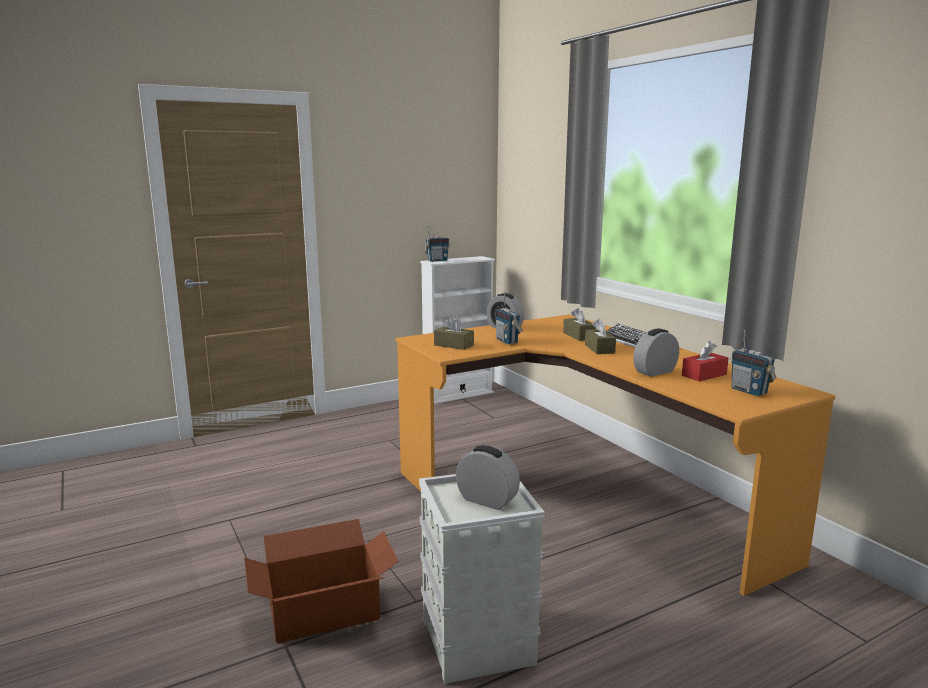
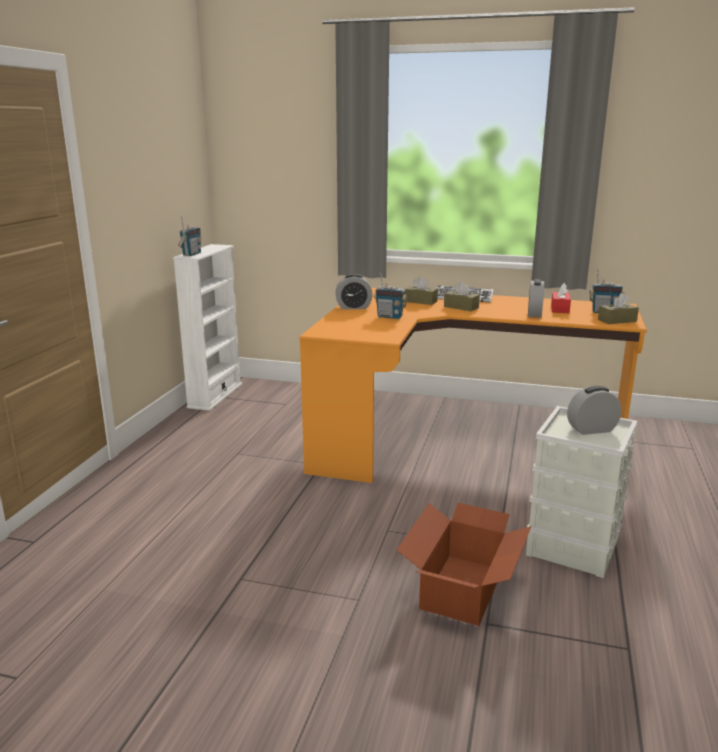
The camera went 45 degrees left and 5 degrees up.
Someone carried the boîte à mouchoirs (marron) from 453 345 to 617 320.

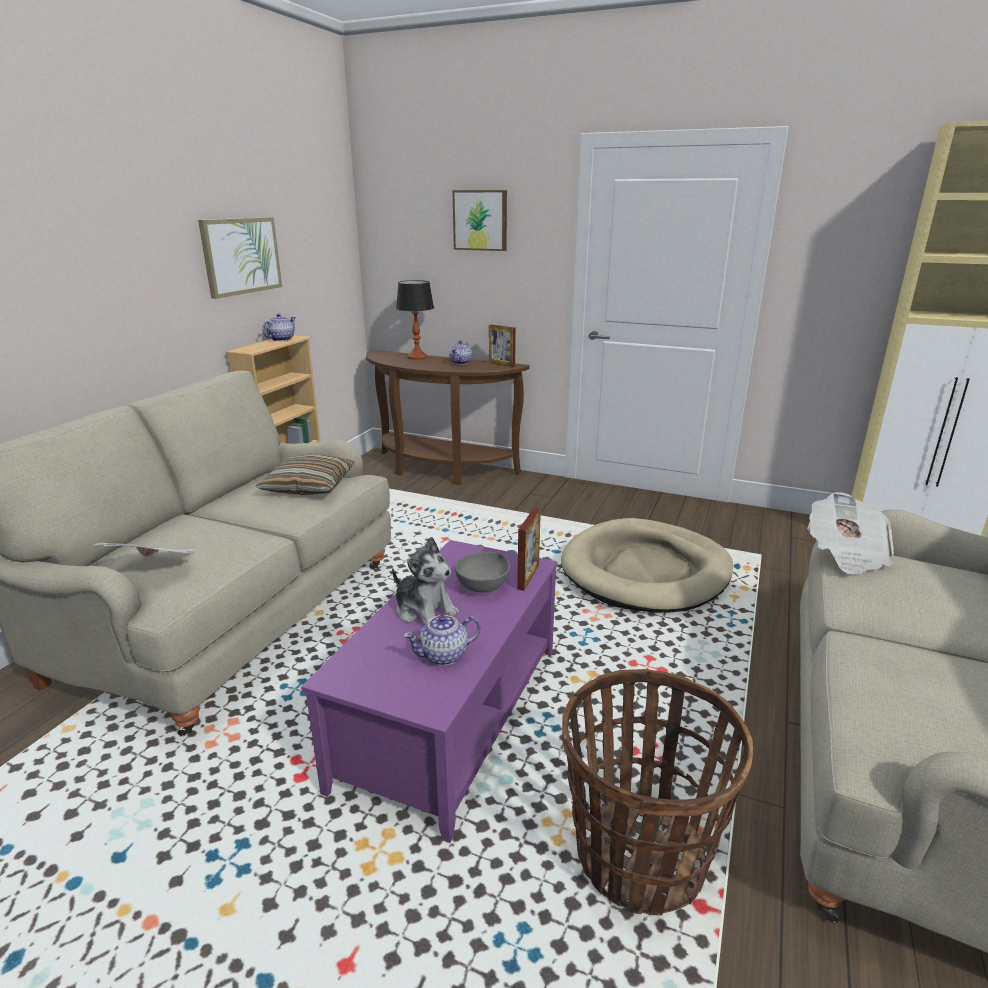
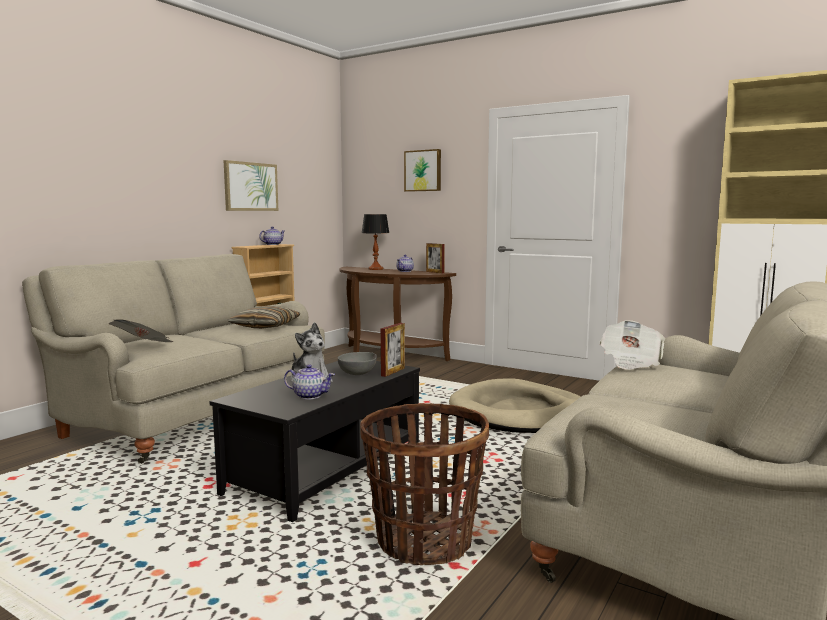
The camera went 10 degrees right and 15 degrees down.
Someone repainted the table basse (violet) at 449 714, which became the table basse (noir) at 325 469.
Someone rotated the théière at 444 655 by 150 degrees counterclockwise.

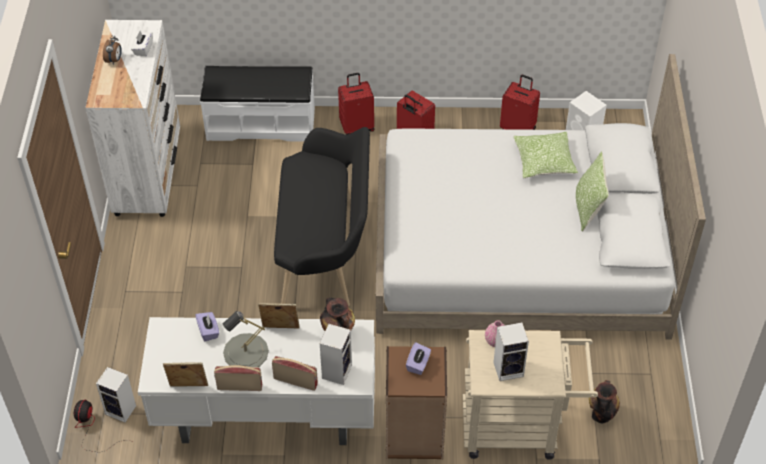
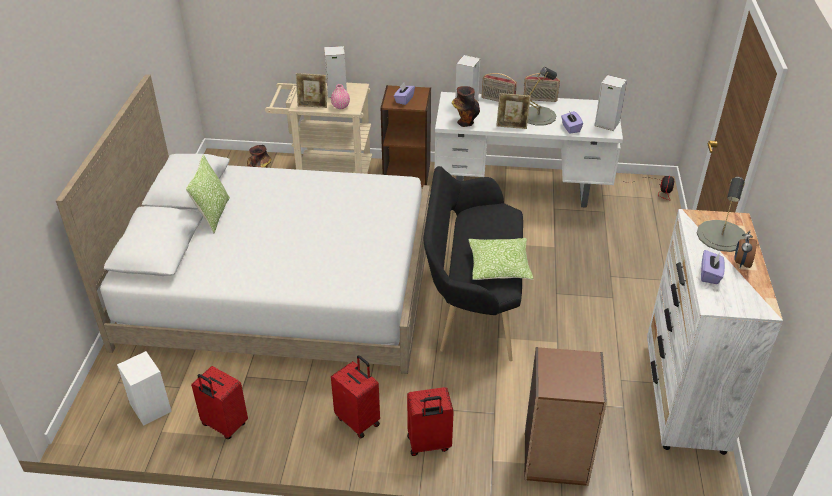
The camera went 175 degrees left and 10 degrees down.
Someone carried the enceinte from 122 410 to 605 124.
Someone repainted the boîte à mouchoirs (blanc) at 143 49, which became the boîte à mouchoirs (violet) at 710 275.
Someone carried the cadre photo from 188 387 to 312 106.
Someone swapped the banc (blanc) at 261 123 for the bibliothèque (marron) at 555 458.
Someone carried the coussin from 544 161 to 499 267.
Someone put down the lampe de table (gris) at 722 236.

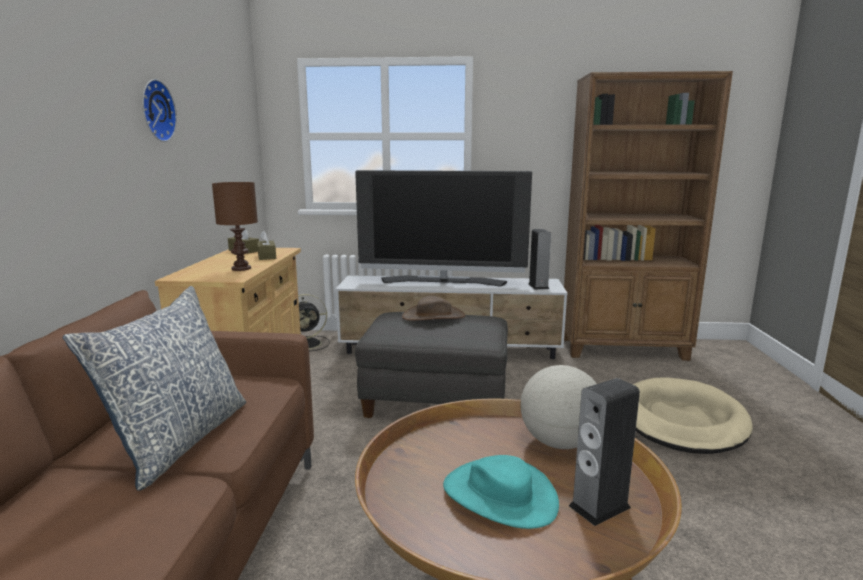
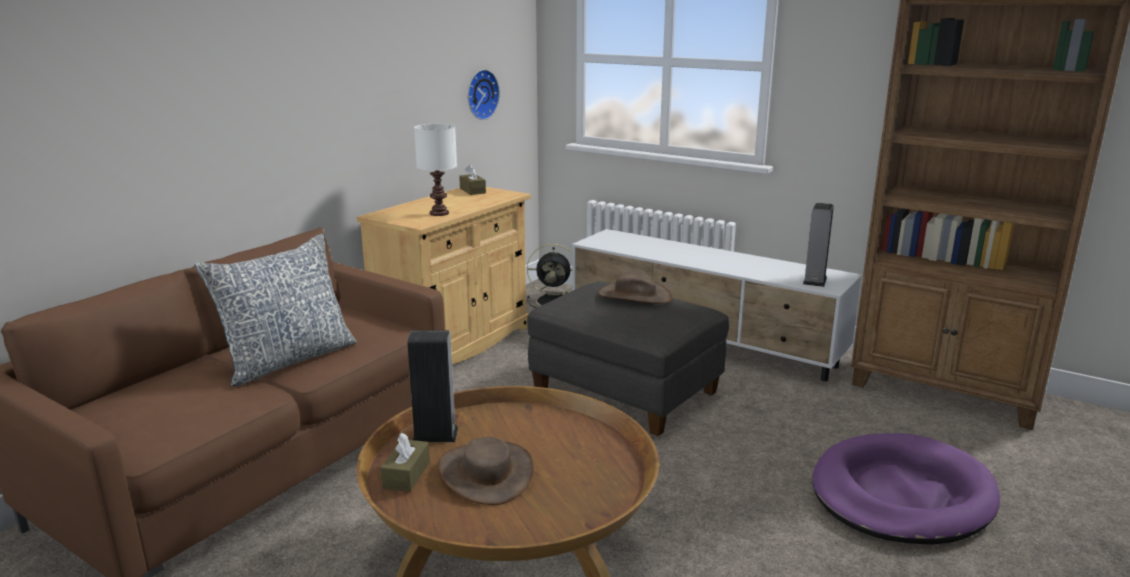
The camera went 30 degrees right and 5 degrees up.
Someone carried the horloge murale from 155 111 to 480 94.
Someone repainted the lampe de table (marron) at 242 268, which became the lampe de table (blanc) at 440 213.
Someone carried the boîte à mouchoirs (marron) from 267 256 to 406 475.
Someone took away the téléviseur at 443 281.
Someone repainted the chapeau (turquoise) at 499 495, which became the chapeau (marron) at 486 473.
Someone took away the globe at 559 443.
Someone carried the enceinte from 599 507 to 435 434.
Someone repainted the panier pour chien (beige) at 681 420, which became the panier pour chien (violet) at 900 495.

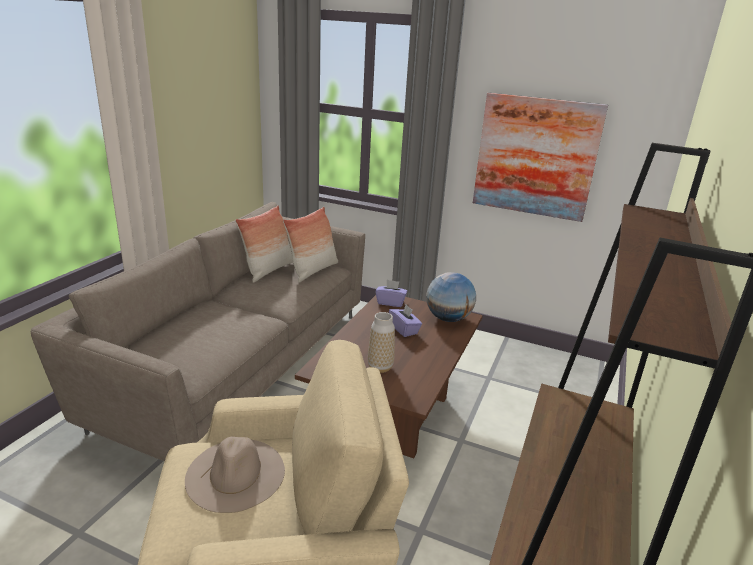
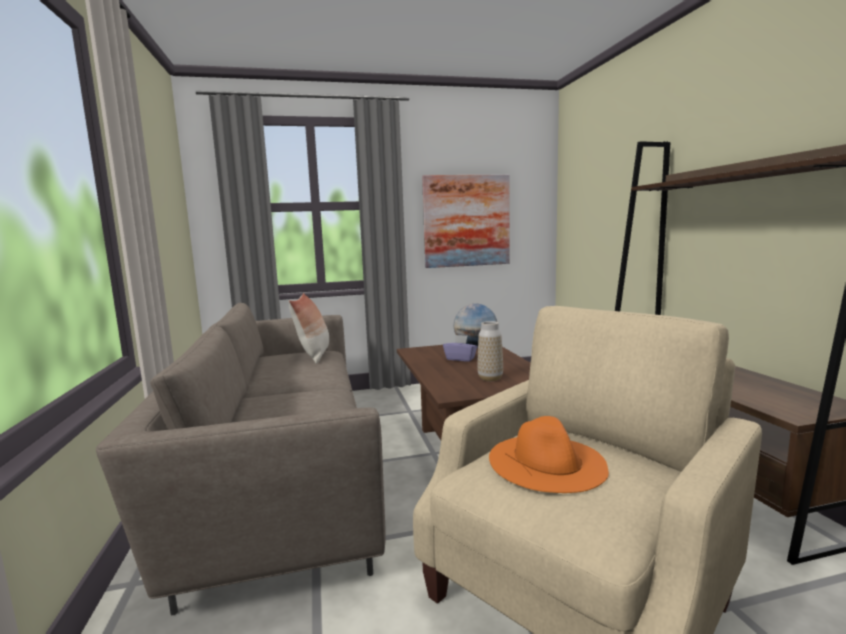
The camera went 35 degrees left and 15 degrees down.
Someone repainted the chapeau (beige) at 236 473, which became the chapeau (orange) at 547 461.
Someone took away the coussin at 268 270.
Someone took away the boîte à mouchoirs (violet) at 390 302.

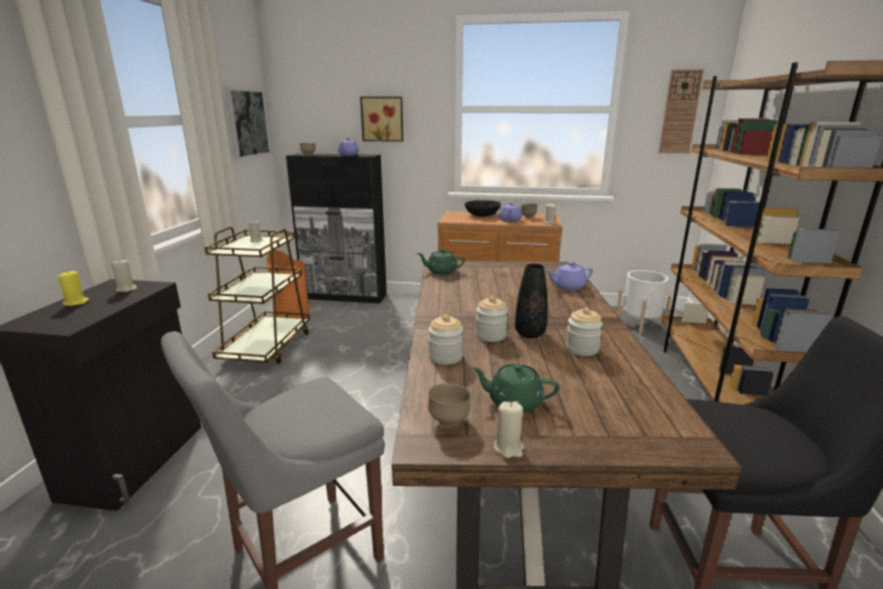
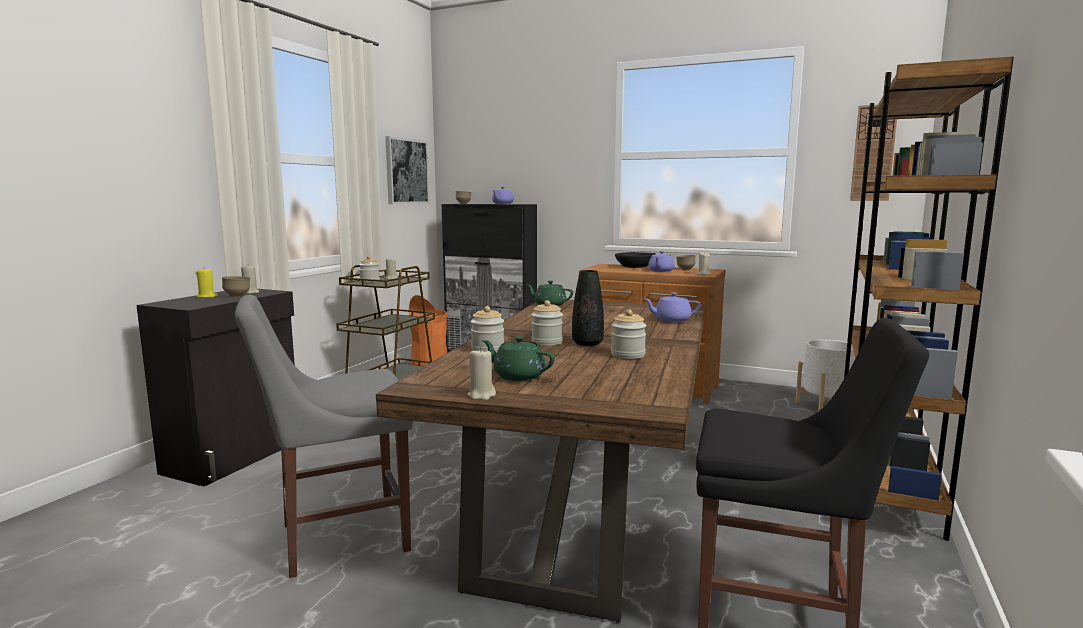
The camera went 15 degrees right and 10 degrees down.
Someone took away the tableau at 382 119.
Someone carried the bol (marron) from 449 421 to 237 296.
Someone put down the bocal at 369 281.

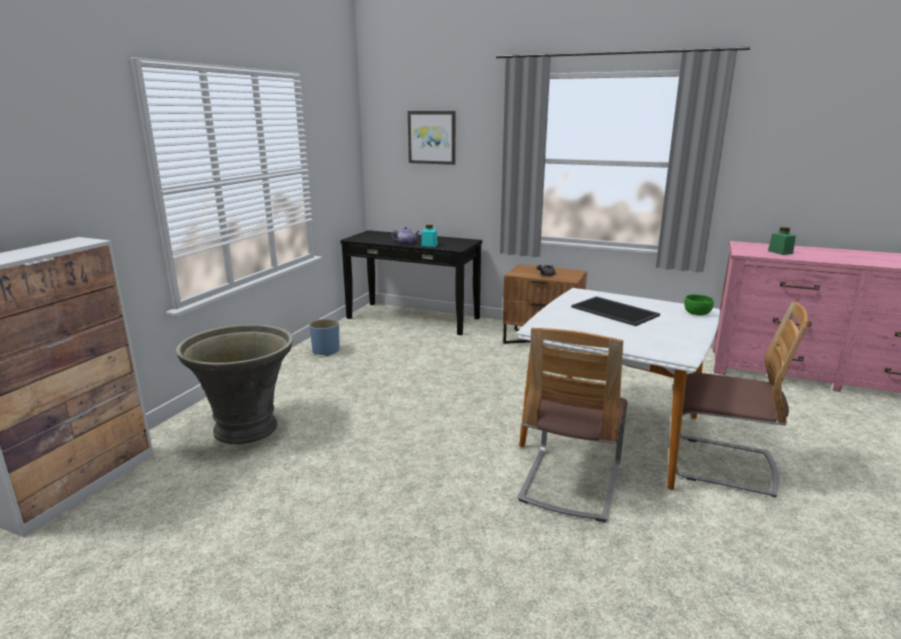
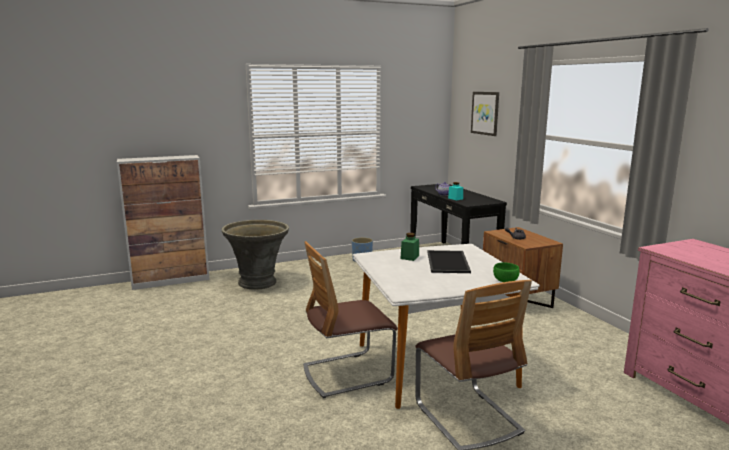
The camera went 45 degrees right and 5 degrees down.
Someone carried the bocal (vert) from 780 252 to 409 257.

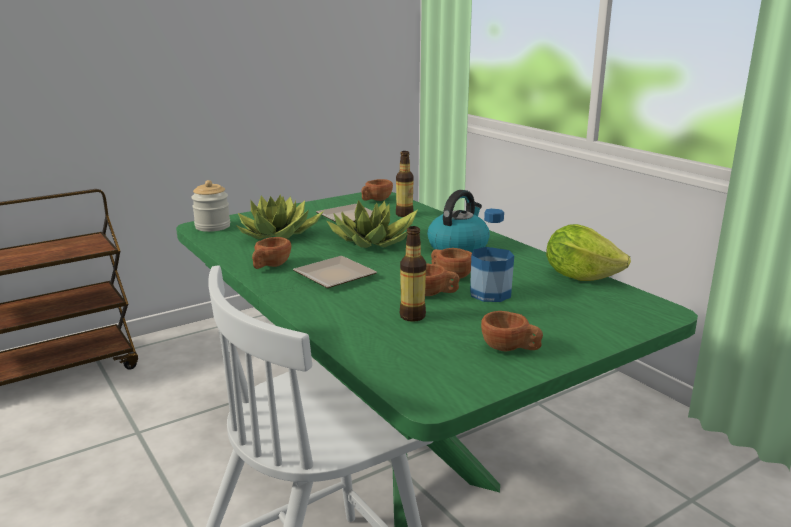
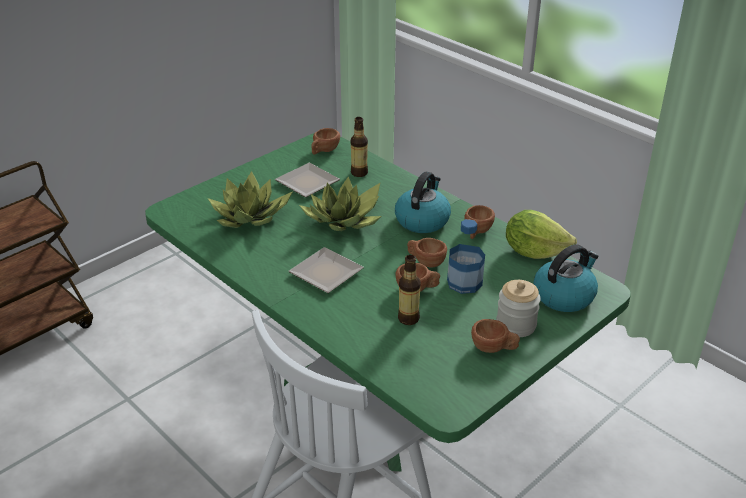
The camera went 10 degrees left and 15 degrees up.
Someone carried the bocal from 212 226 to 516 325.
Someone carried the tasse (marron) from 270 266 to 477 232.
Someone put down the bouilloire at 564 295.

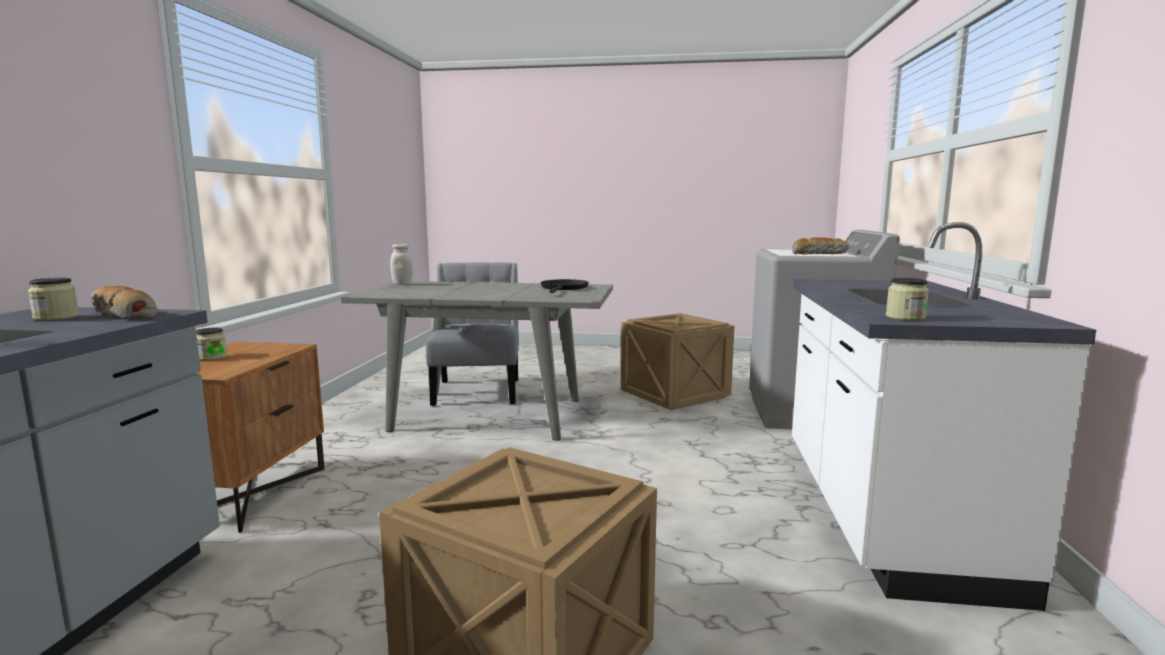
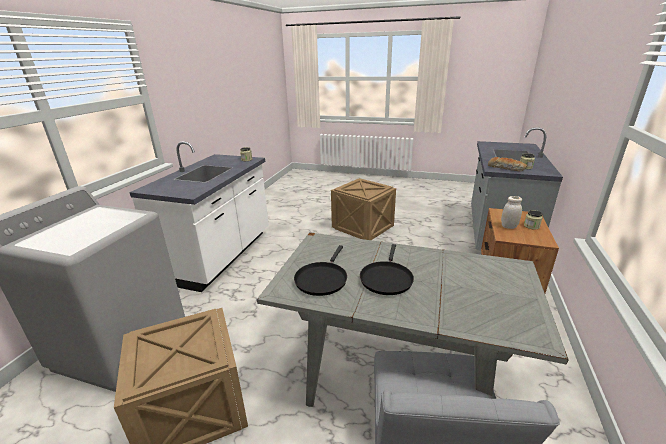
The camera went 170 degrees left and 15 degrees up.
Someone carried the bocal (blanc) from 402 284 to 509 226.
Someone took away the pain at 819 254.
Someone put down the poêle (noir) at 386 278.

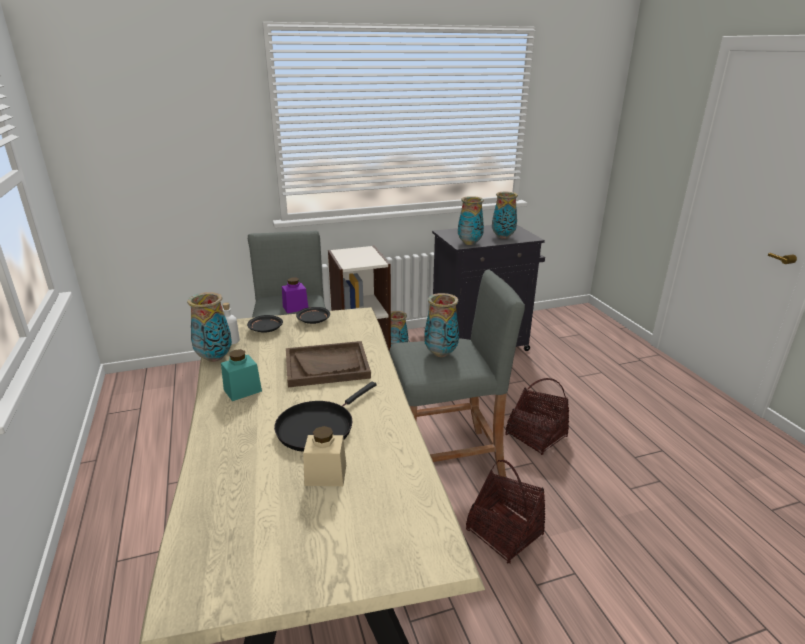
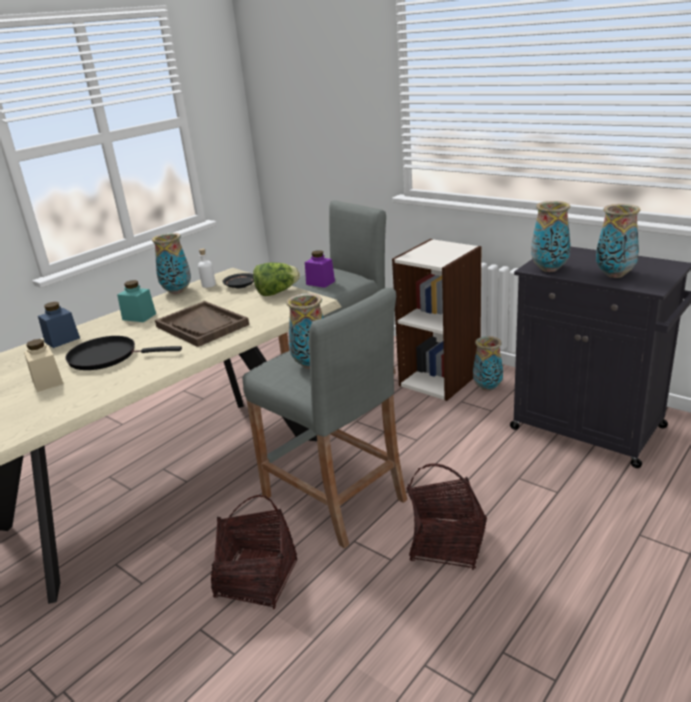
The camera went 60 degrees right and 0 degrees up.
Someone swapped the assiette (noir) at 313 320 for the laitue at 277 292.
Someone put down the bocal (bleu) at 62 340.

